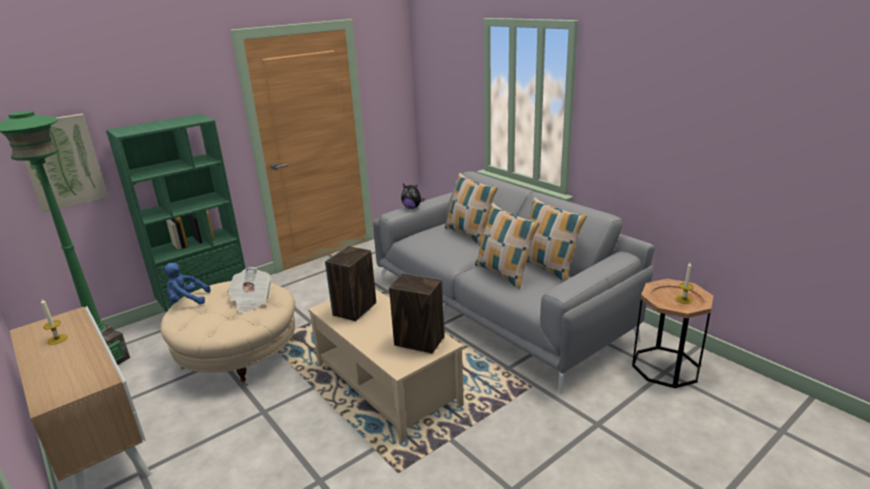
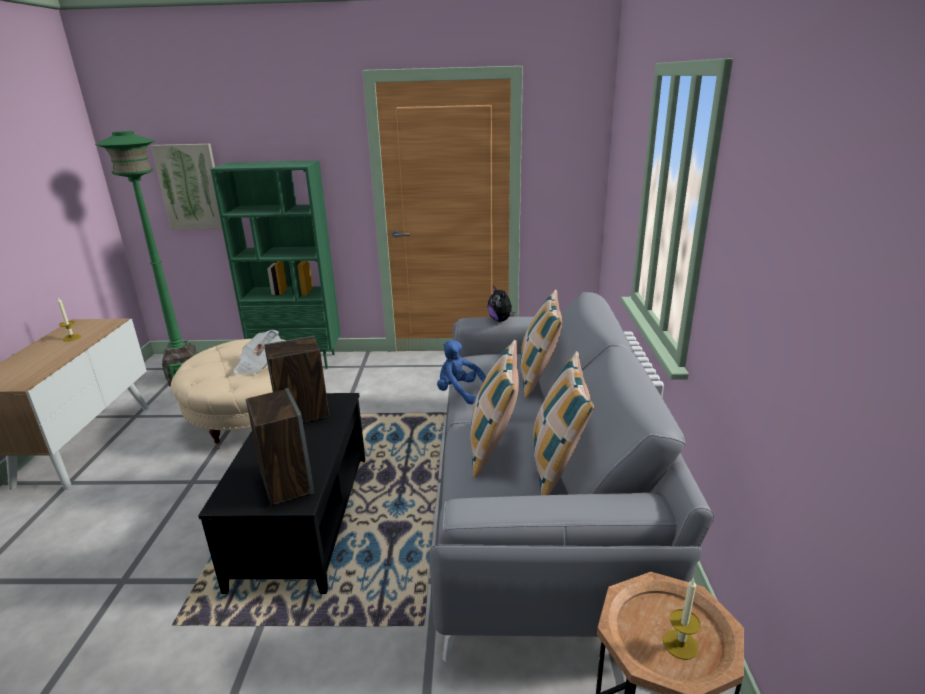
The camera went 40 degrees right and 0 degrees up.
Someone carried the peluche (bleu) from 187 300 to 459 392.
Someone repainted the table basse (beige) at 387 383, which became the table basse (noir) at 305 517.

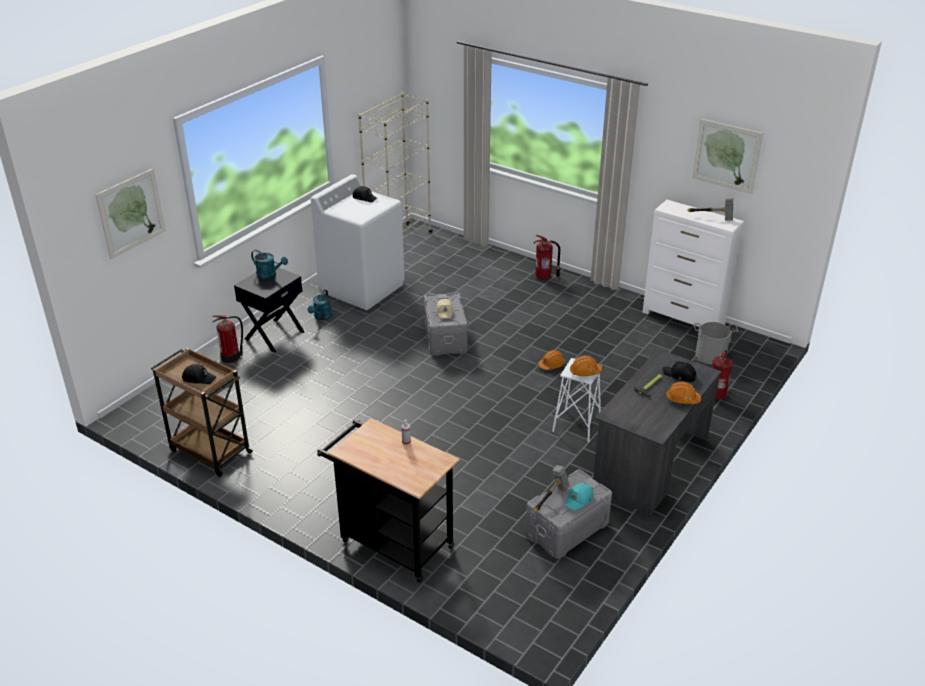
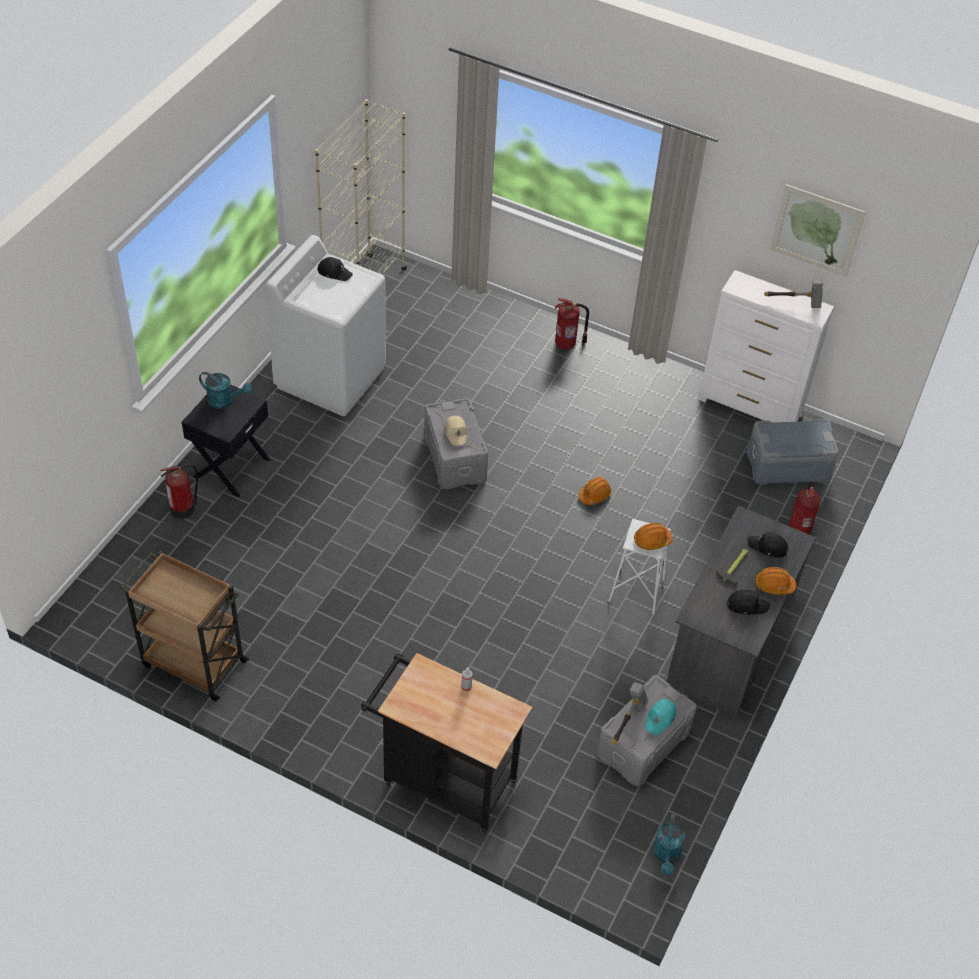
The camera went 10 degrees left and 15 degrees up.
Someone took away the tableau at 131 213.
Someone carried the casquette (noir) from 199 378 to 746 605.
Someone carried the arrosoir (turquoise) from 321 317 to 666 855.
Someone swapped the seau (gris) at 710 355 for the boîte de rangement (gris) at 788 467.

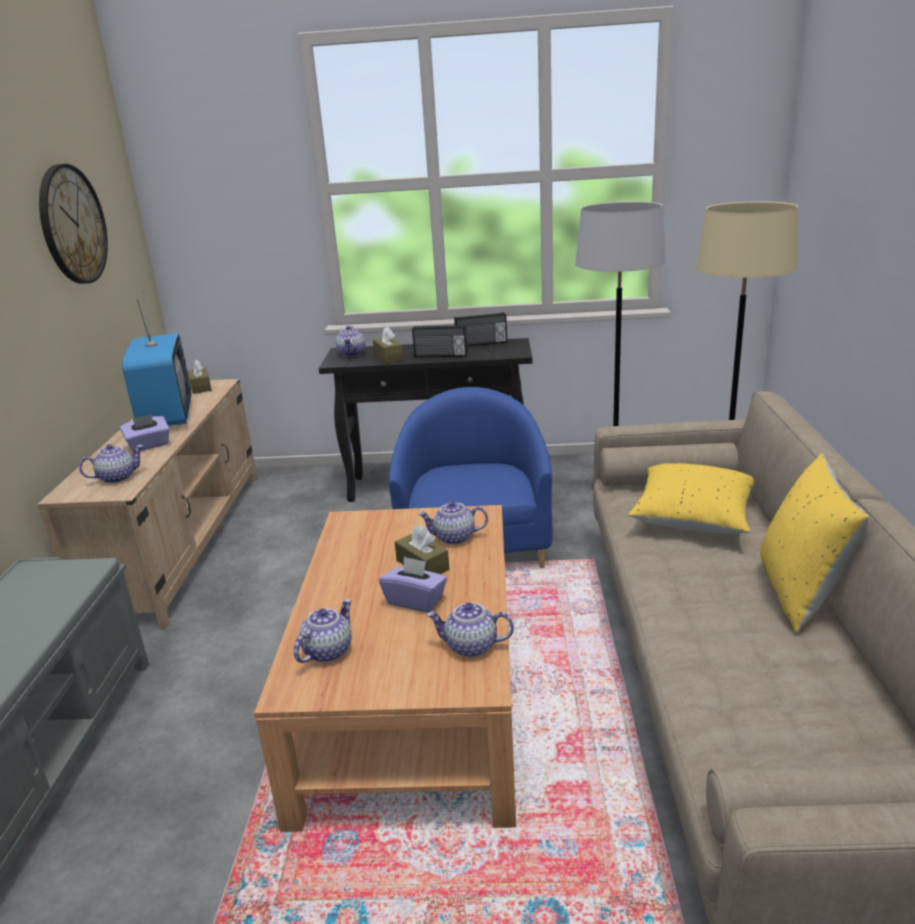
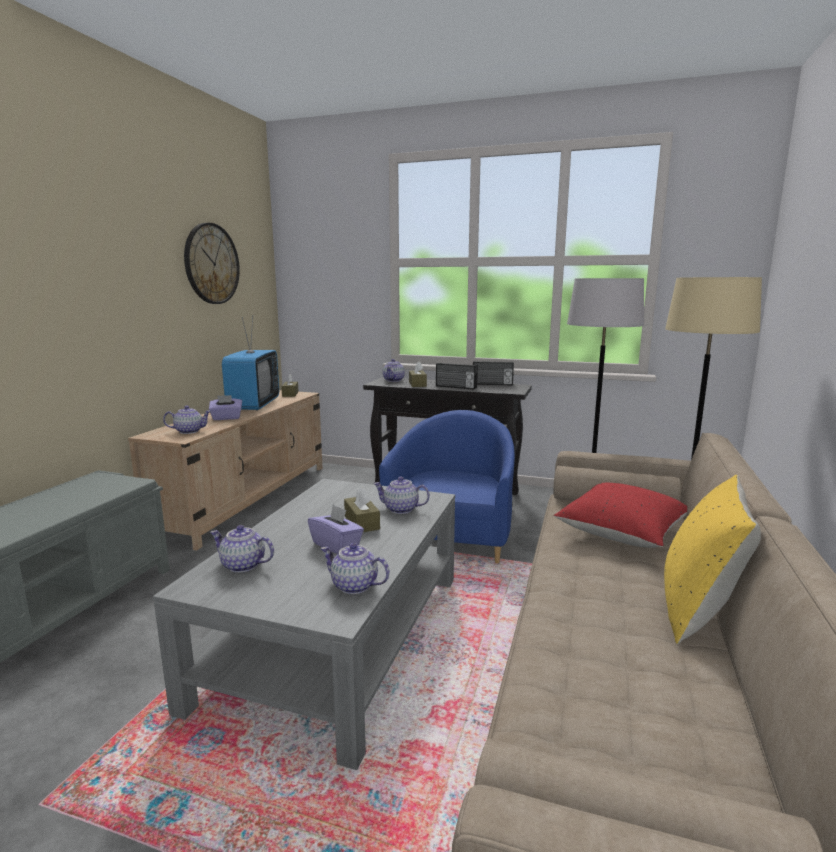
The camera went 15 degrees right and 10 degrees down.
Someone repainted the table basse (marron) at 413 697, which became the table basse (gris) at 337 637.
Someone rotated the théière at 327 651 by 120 degrees counterclockwise.
Someone repainted the coussin (jaune) at 693 519, which became the coussin (rouge) at 621 533.

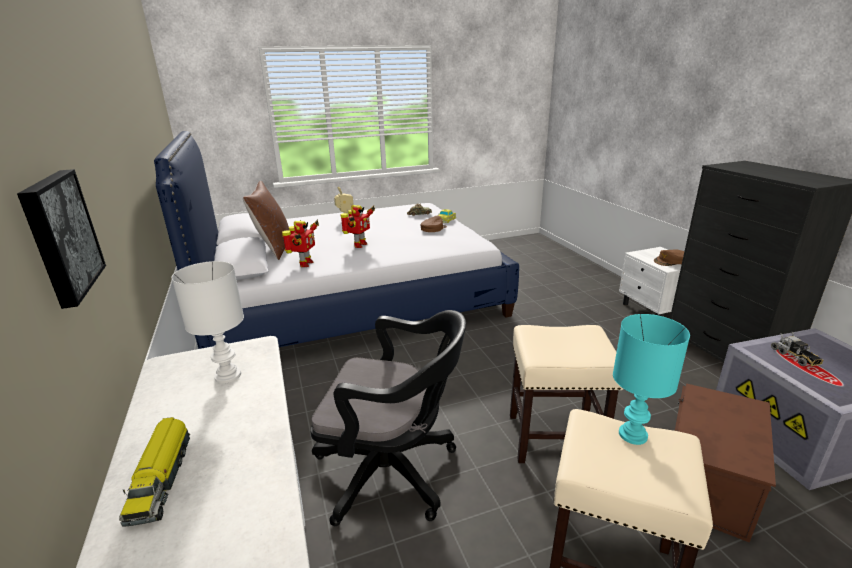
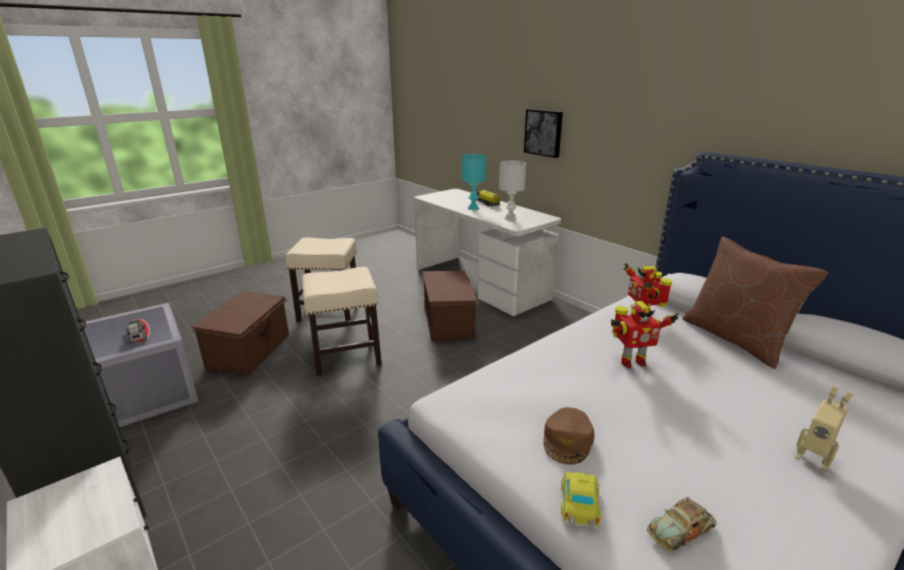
The camera went 160 degrees right and 0 degrees up.
Someone swapped the chaise de bureau (noir) at 394 472 for the boîte de rangement (marron) at 449 322.
Someone rotated the robot jouet at 359 245 by 105 degrees counterclockwise.
Someone carried the lampe de table (turquoise) from 634 435 to 472 208.
Someone took away the casquette (marron) at 670 261.

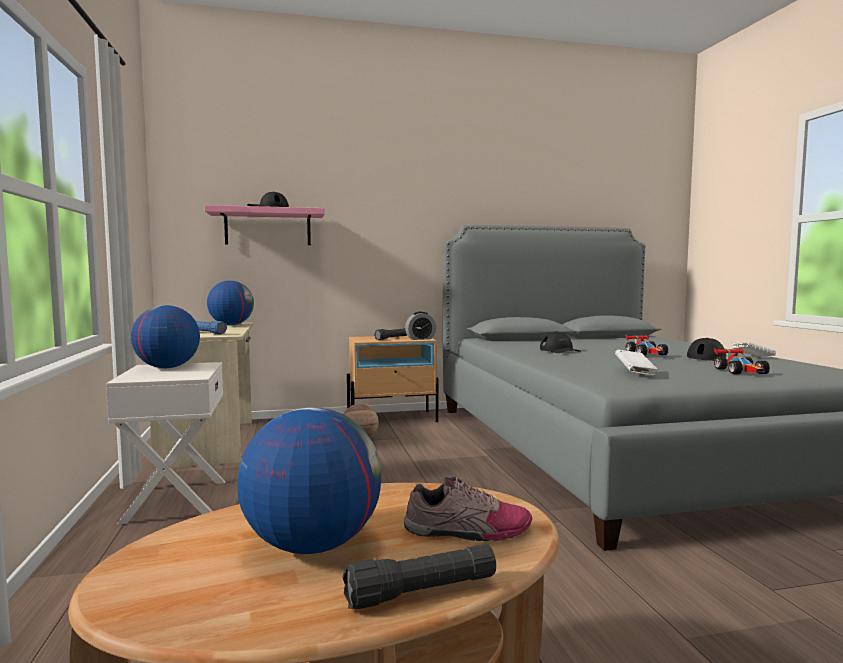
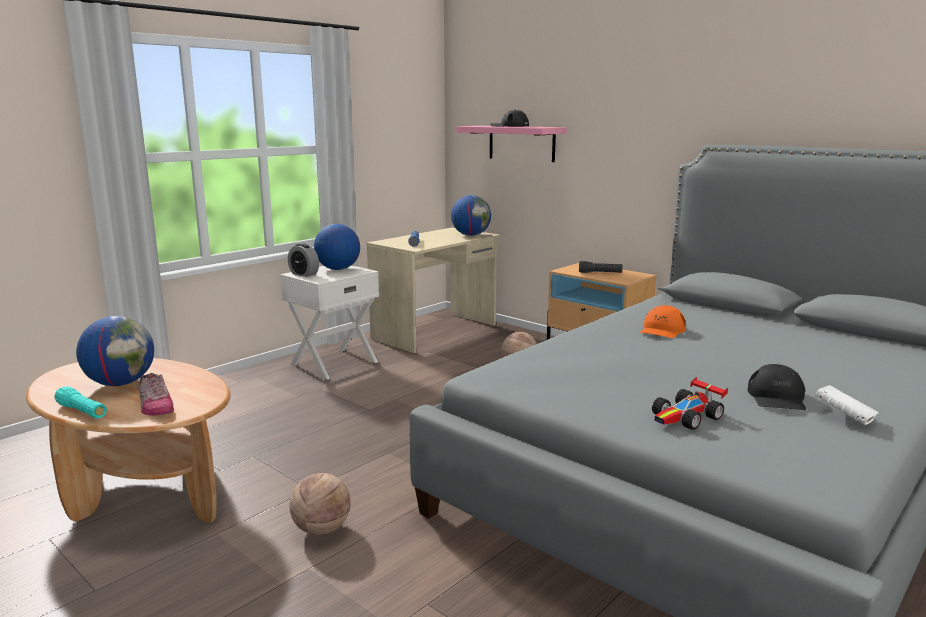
The camera went 55 degrees right and 10 degrees up.
Someone repainted the lampe de poche (noir) at 421 592, which became the lampe de poche (turquoise) at 82 412.
Someone carried the réveil from 420 339 to 304 274.
Someone repainted the casquette (noir) at 560 350, which became the casquette (orange) at 662 330.
Someone took away the livre (blanc) at 635 372.
Someone took away the petite voiture at 647 353.
Someone put down the ballon de basket at 321 530.

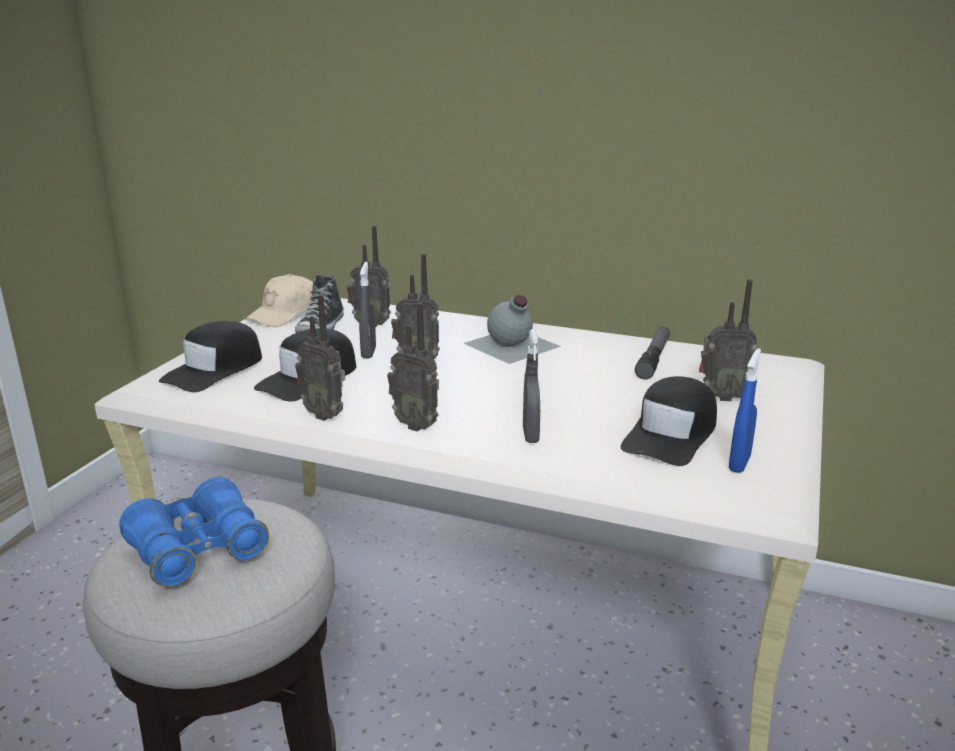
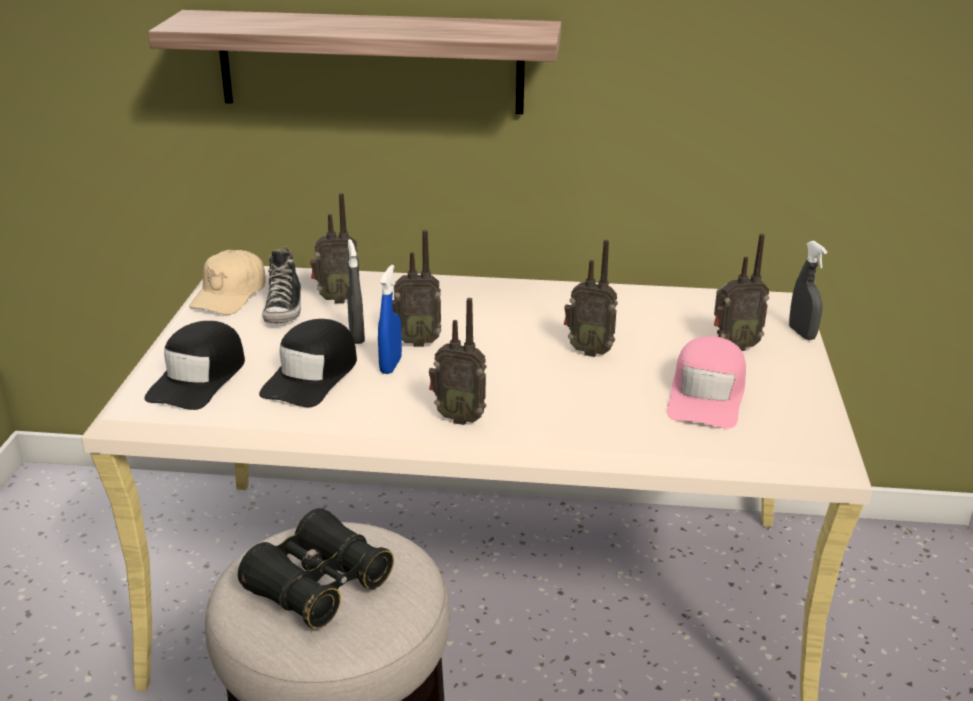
The camera went 15 degrees left and 5 degrees up.
Someone repainted the jumelles (bleu) at 198 550, which became the jumelles (noir) at 318 586.
Someone carried the radio from 325 414 to 589 351.
Someone took away the bouteille (gris) at 511 345.
Someone carried the vaporisateur (gris) from 530 435 to 802 333.
Someone repainted the casquette (noir) at 671 435, which became the casquette (rose) at 707 395.
Someone took away the lampe de poche at 653 359.
Someone carried the vaporisateur (bleu) from 739 463 to 390 365.
Someone put up the étagère at 370 62.

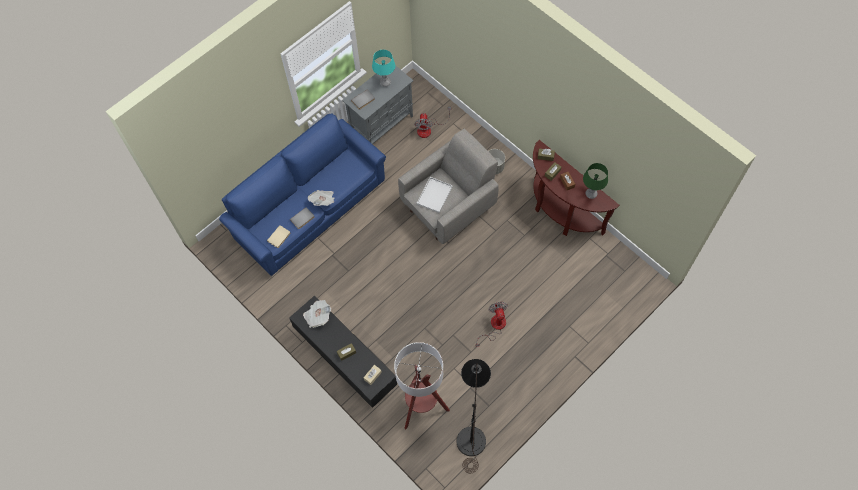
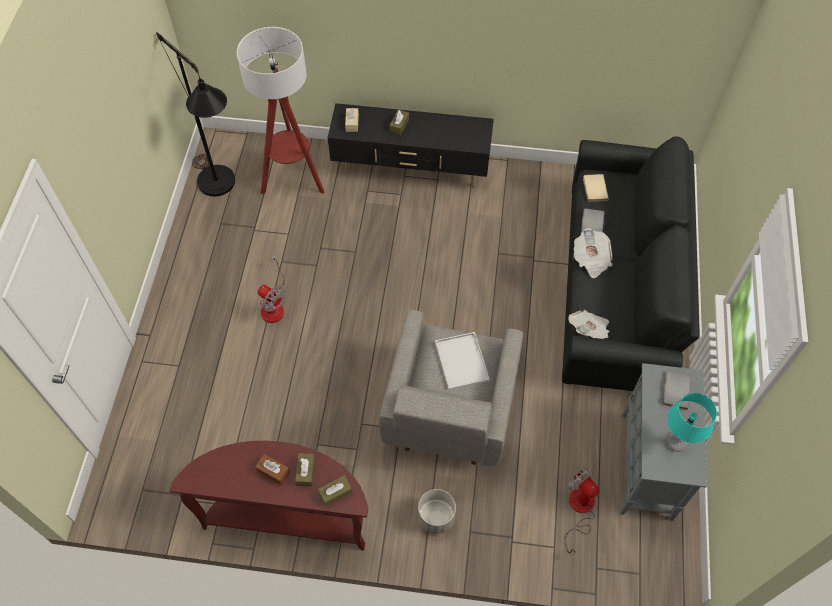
The camera went 140 degrees right and 5 degrees down.
Someone repainted the canapé (bleu) at 308 208, which became the canapé (noir) at 616 288.
Someone carried the journal from 317 316 to 589 330.
Someone took away the lampe de table (vert) at 591 194.

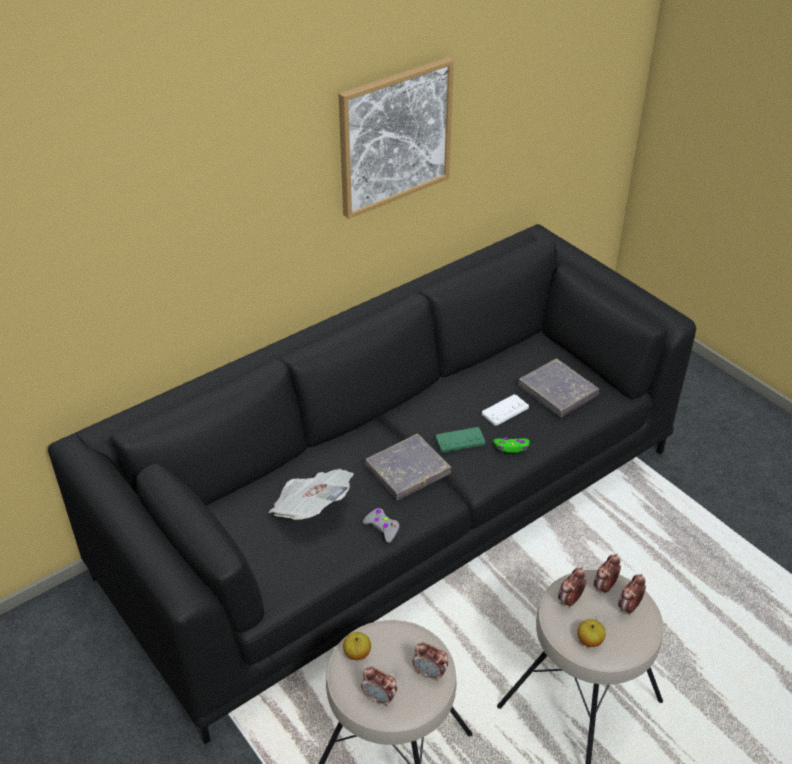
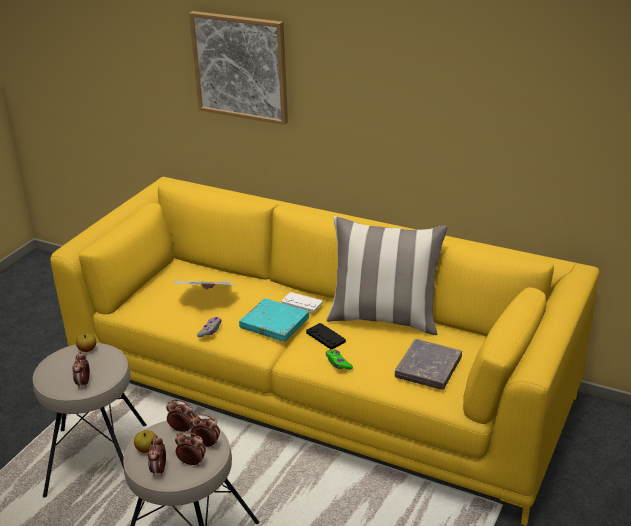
The camera went 65 degrees right and 10 degrees down.
Someone repainted the canapé (noir) at 395 511, which became the canapé (jaune) at 320 387.
Someone carried the tableau from 394 137 to 240 67.
Someone carried the réveil from 379 698 to 159 470.
Someone repainted the livre (gris) at 407 470, which became the livre (turquoise) at 274 323.
Someone repainted the manette (vert) at 460 440, which became the manette (noir) at 325 337.
Someone carried the manette (blanc) from 505 411 to 302 303.
Someone put down the coussin at 384 318.

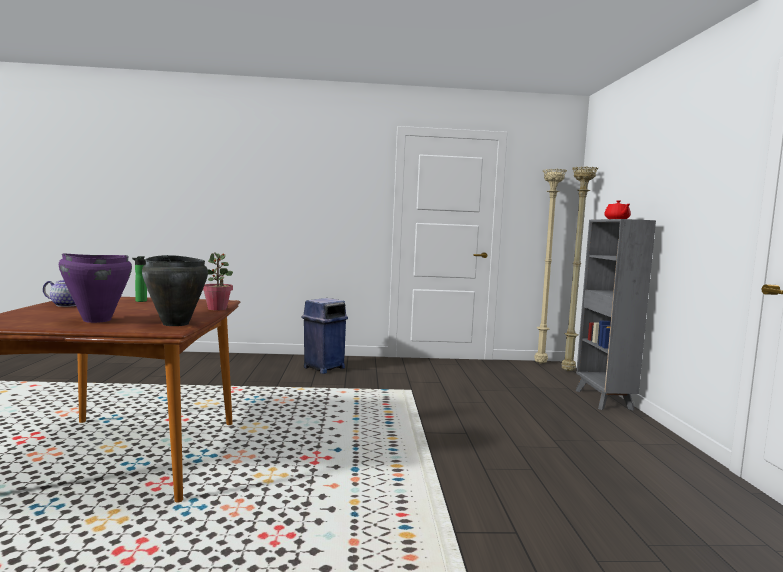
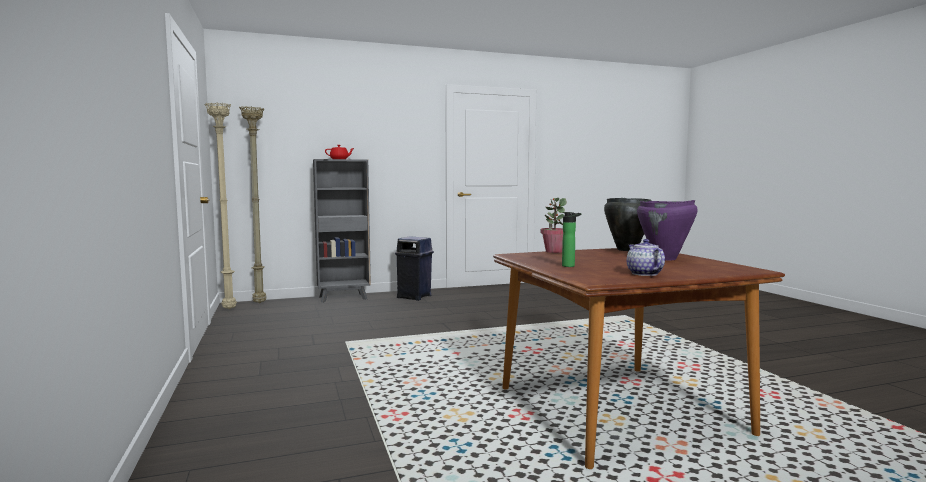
The camera went 105 degrees left and 0 degrees up.
Someone carried the poubelle (bleu) from 323 368 to 414 297.

